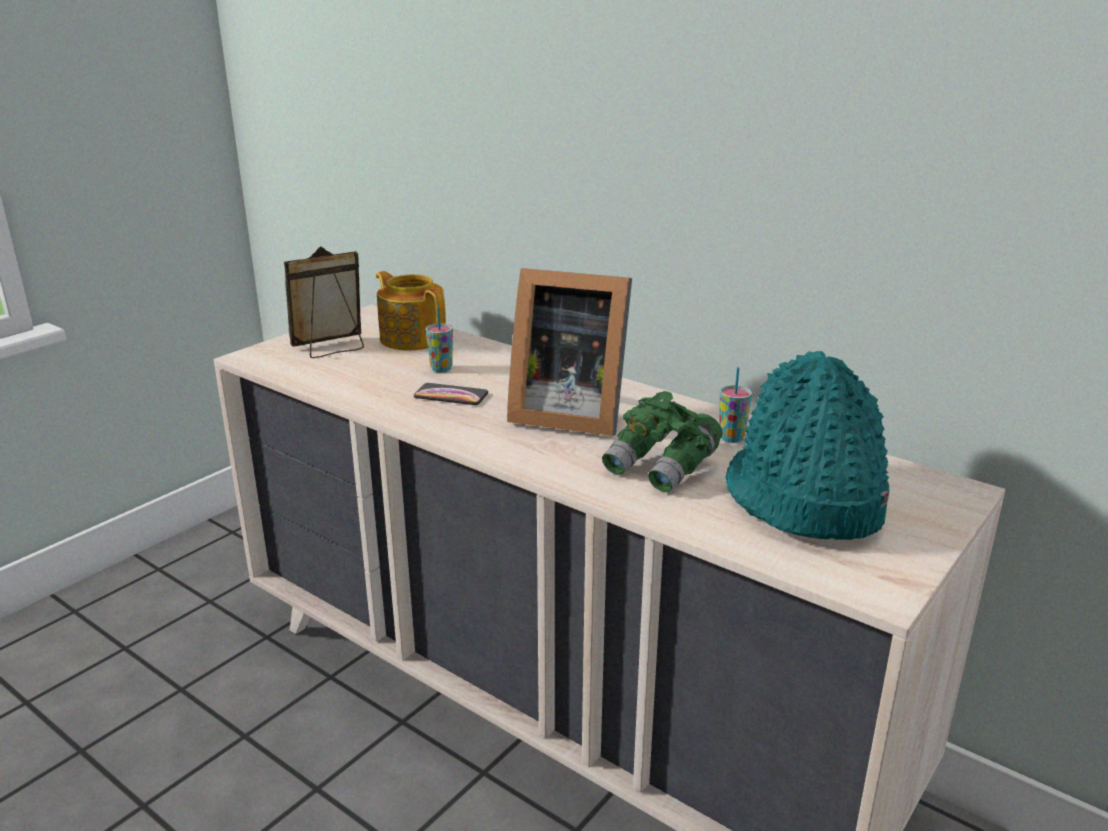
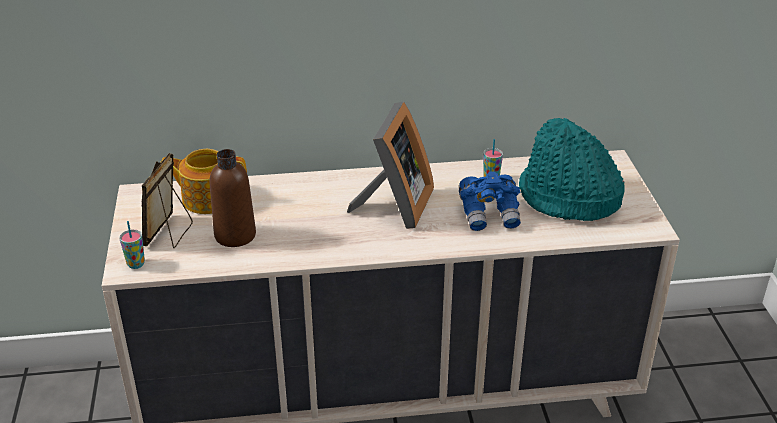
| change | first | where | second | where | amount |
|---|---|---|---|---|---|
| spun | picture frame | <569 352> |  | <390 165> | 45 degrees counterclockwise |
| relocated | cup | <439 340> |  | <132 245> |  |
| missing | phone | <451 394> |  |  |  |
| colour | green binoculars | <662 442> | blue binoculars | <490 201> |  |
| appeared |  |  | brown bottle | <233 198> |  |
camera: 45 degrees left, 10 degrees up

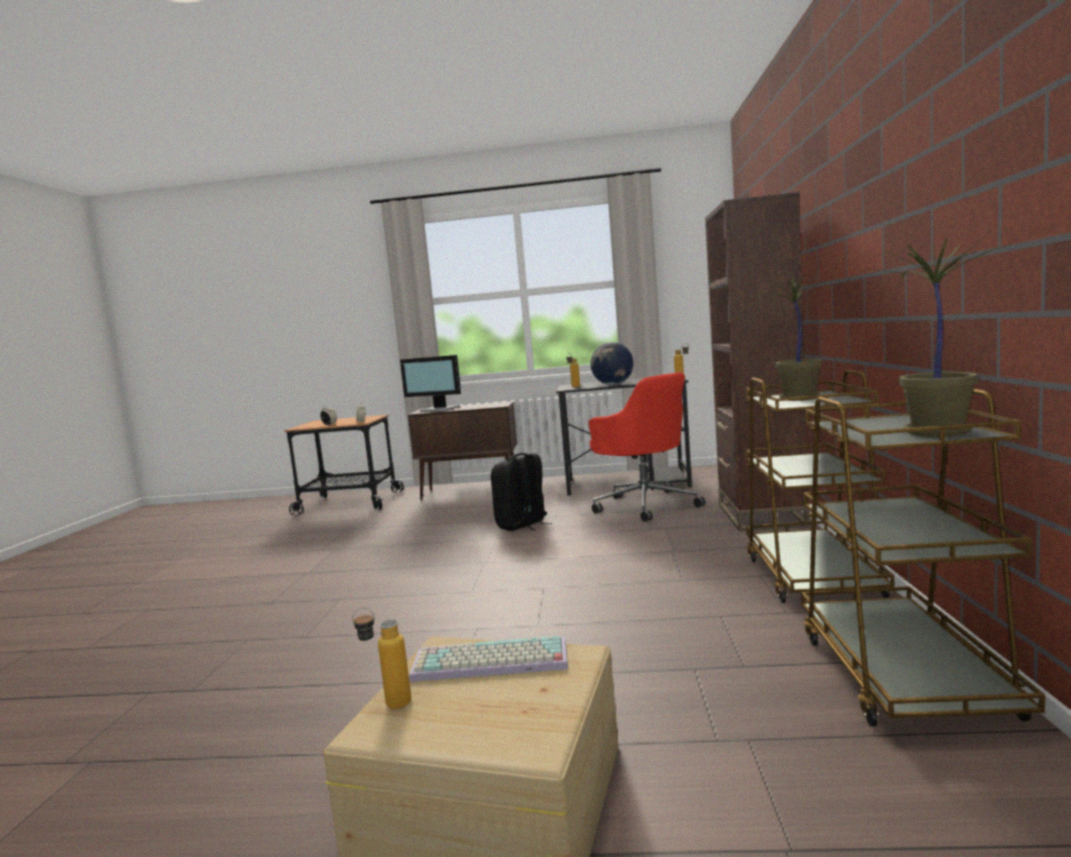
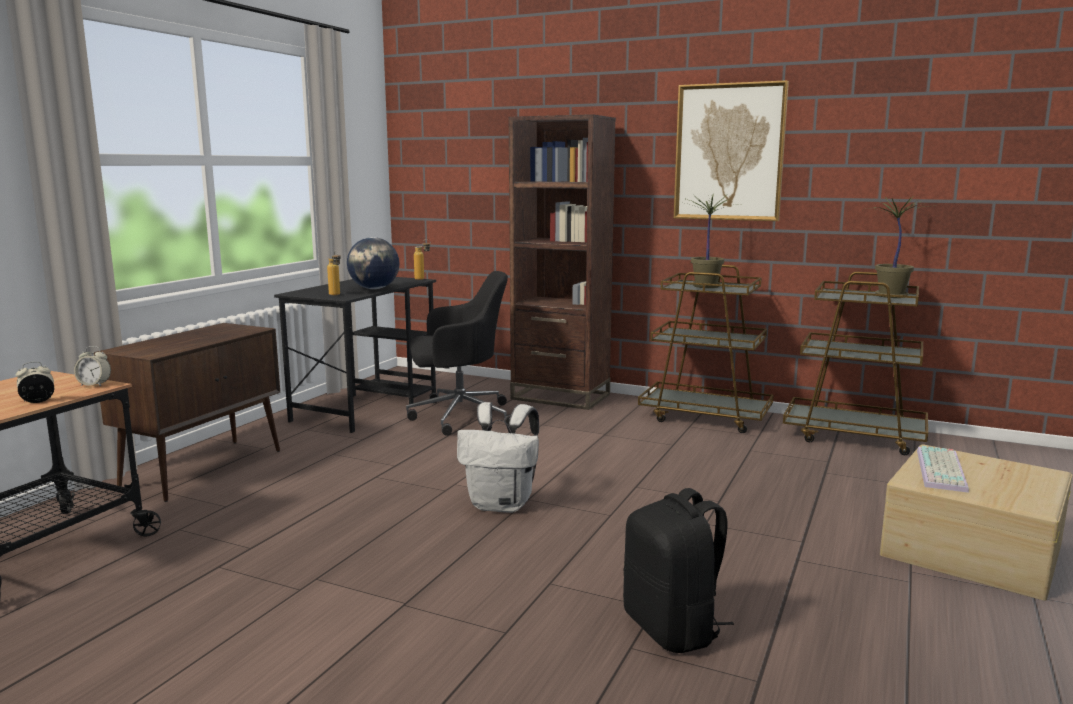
| change | first | where | second | where | amount |
|---|---|---|---|---|---|
| missing | monitor | <430 383> |  |  |  |
| colour | red office chair | <647 447> | black office chair | <458 353> |  |
| relocated | black backpack | <522 492> |  | <678 570> |  |
| missing | bottle | <381 658> |  |  |  |
| appeared |  |  | picture | <731 150> |  |
| appeared |  |  | white backpack | <498 457> |  |
camera: 70 degrees left, 5 degrees up

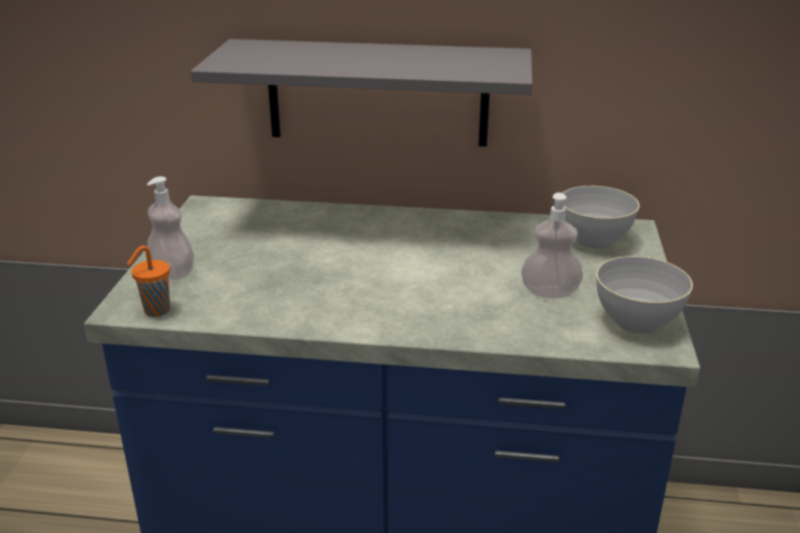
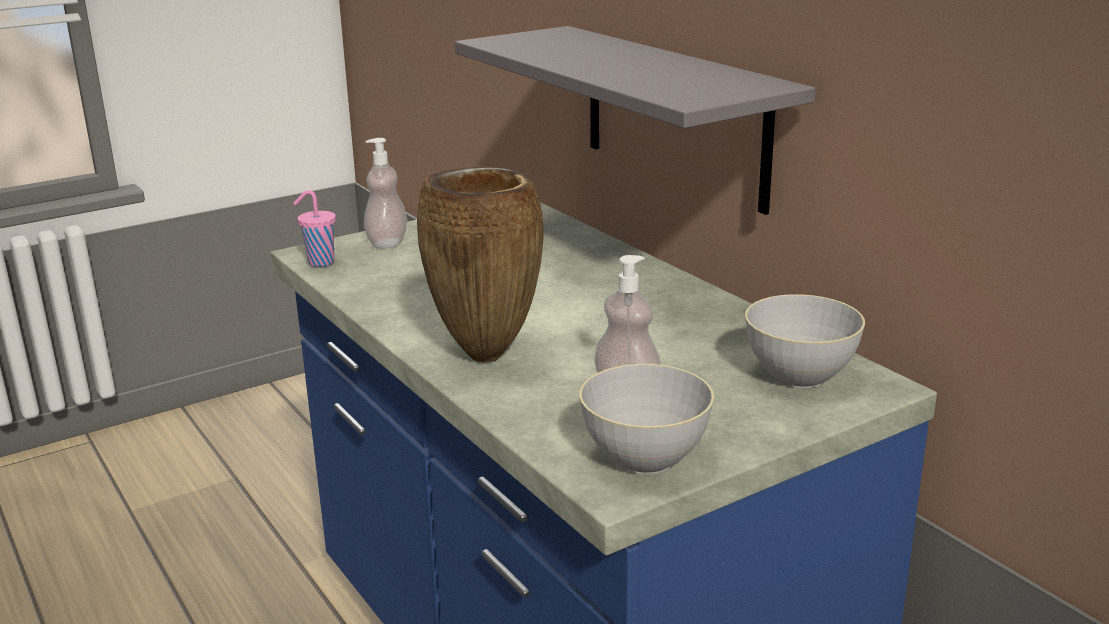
| change | first | where | second | where | amount |
|---|---|---|---|---|---|
| colour | orange cup | <148 281> | pink cup | <314 228> |  |
| appeared |  |  | brown vase | <480 264> |  |
camera: 50 degrees right, 5 degrees down

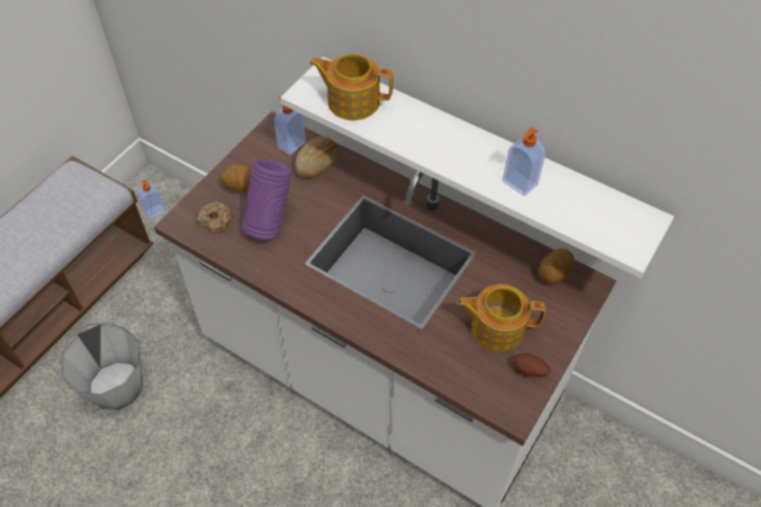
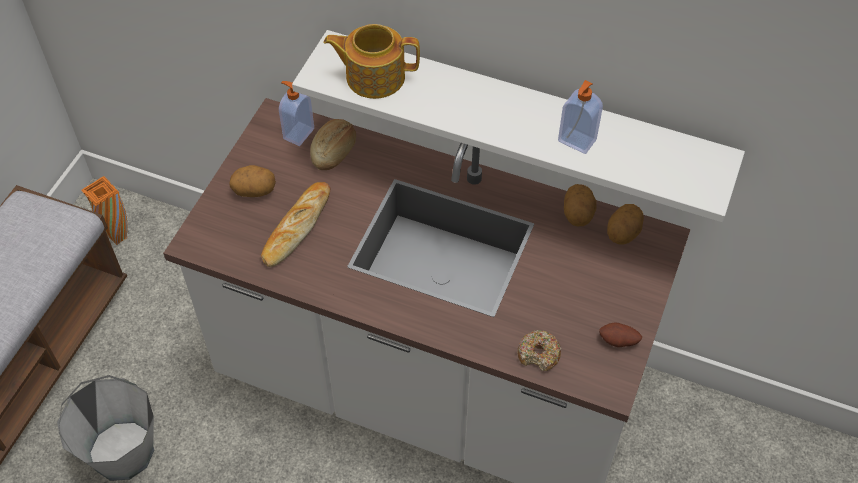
| change | first | where | second | where | amount |
|---|---|---|---|---|---|
| exchanged | purple vase | <267 200> | bread | <295 224> |  |
| exchanged | soap dispenser | <152 199> | orange vase | <104 210> |  |
| relocated | donut | <215 218> |  | <539 350> |  |
| missing | teapot | <501 318> |  |  |  |
| appeared |  |  | potato | <580 205> |  |
camera: 10 degrees left, 0 degrees up

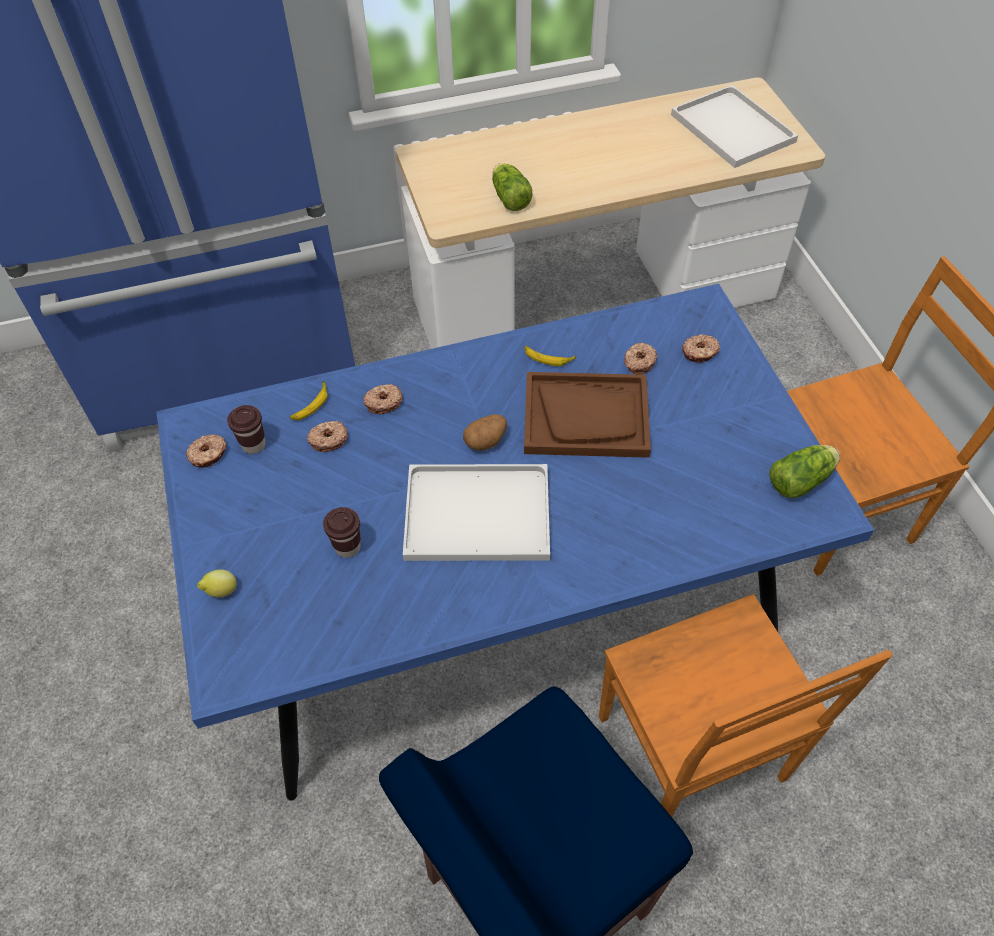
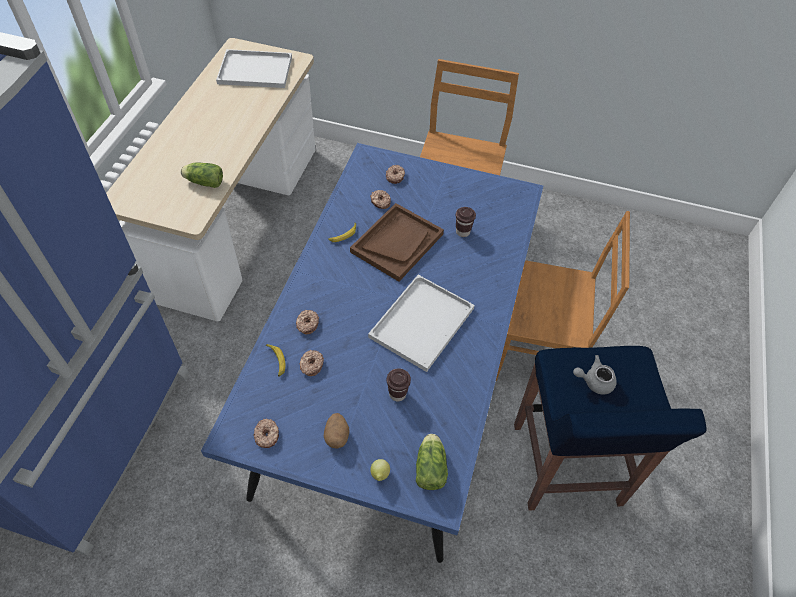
| change | first | where | second | where | amount |
|---|---|---|---|---|---|
| relocated | brown cup | <246 429> |  | <466 222> |  |
| relocated | potato | <485 432> |  | <337 431> |  |
| relocated | lettuce | <804 471> |  | <432 462> |  |
| appeared |  |  | grey teapot | <595 374> |  |
camera: 60 degrees left, 0 degrees up

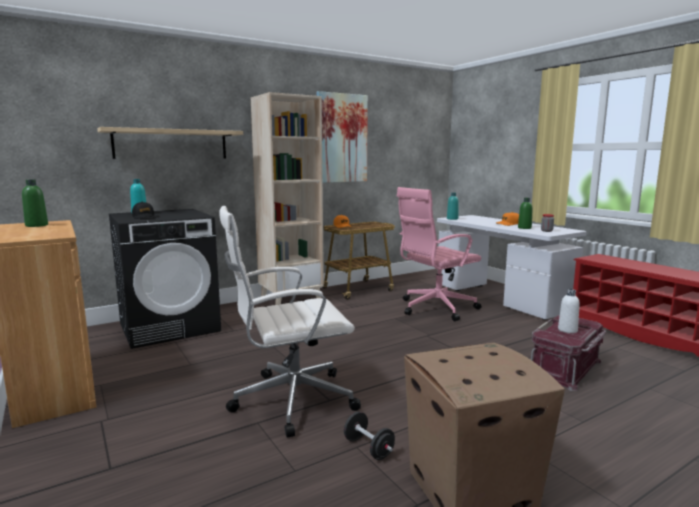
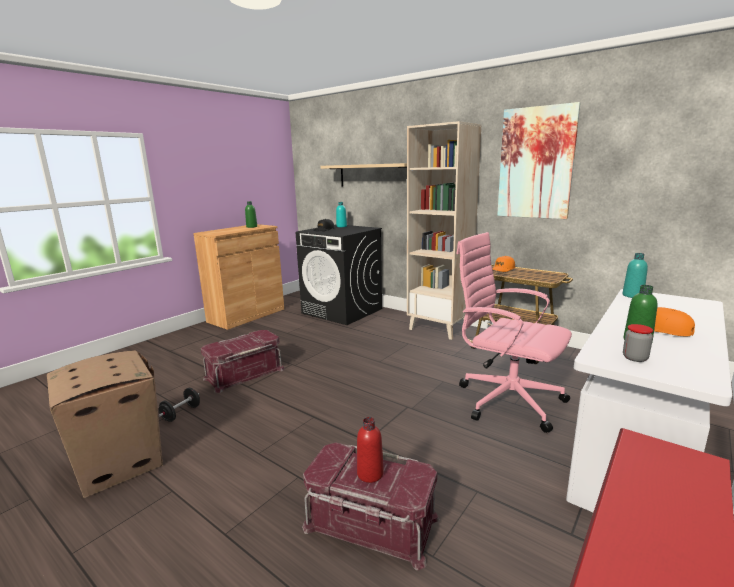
| change | first | where | second | where | amount |
|---|---|---|---|---|---|
| exchanged | white office chair | <290 321> | red storage box | <243 361> |  |
| colour | white bottle | <569 311> | red bottle | <370 450> |  |
camera: 70 degrees right, 5 degrees up

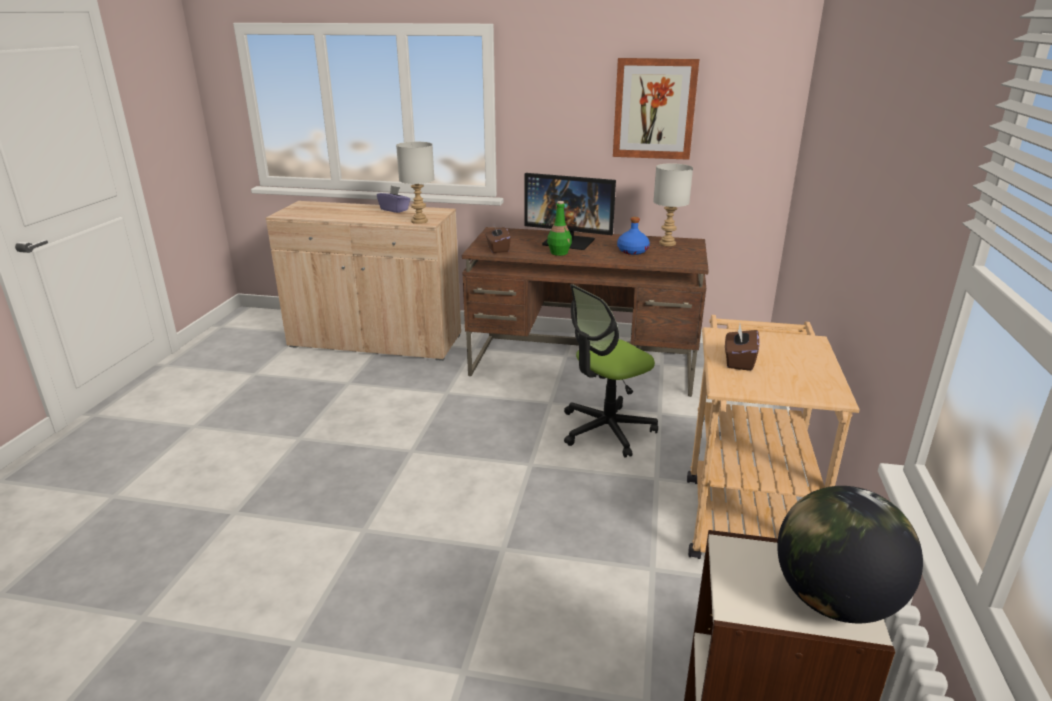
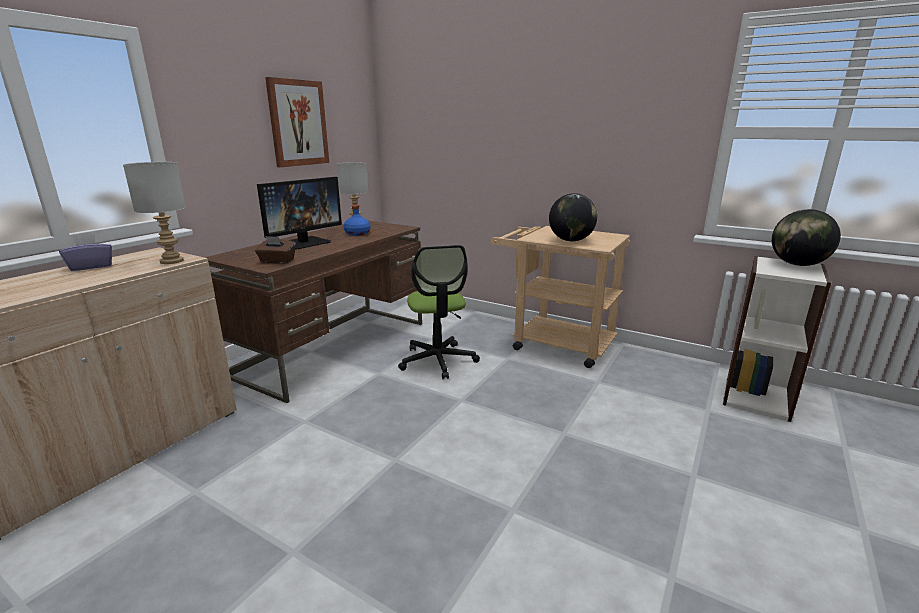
| change | first | where | second | where | amount |
|---|---|---|---|---|---|
| missing | green bottle | <559 228> |  |  |  |
| exchanged | brown tissue box | <742 347> | globe | <573 217> |  |
camera: 70 degrees left, 5 degrees down

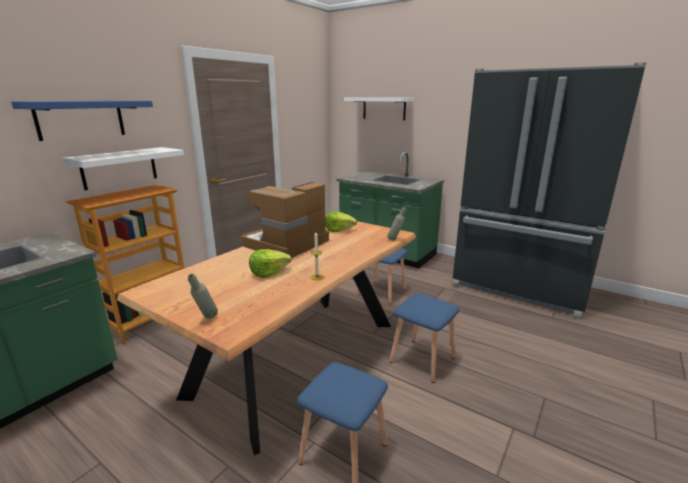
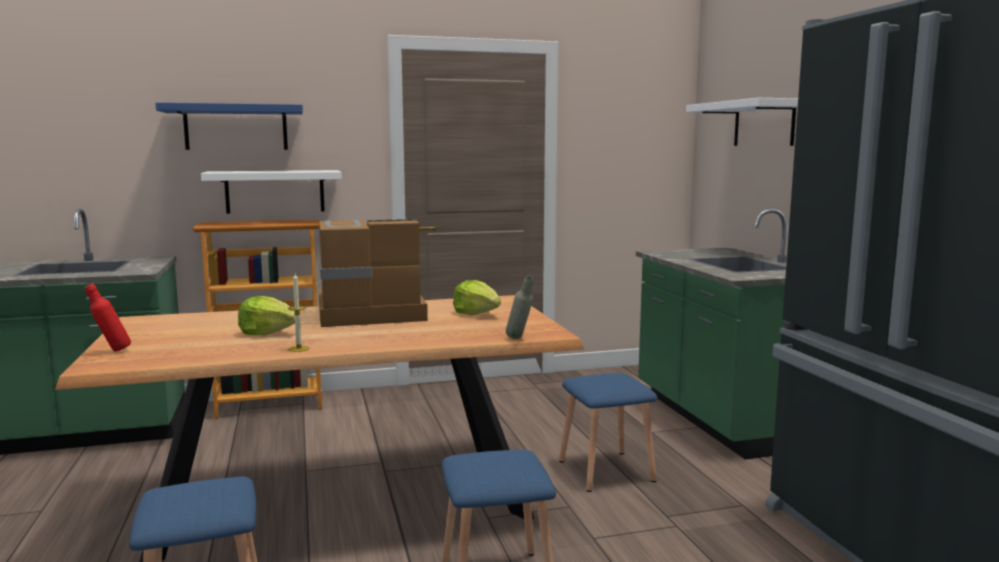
| change | first | where | second | where | amount |
|---|---|---|---|---|---|
| colour | grey bottle | <203 296> | red bottle | <108 317> |  |
camera: 40 degrees right, 10 degrees down

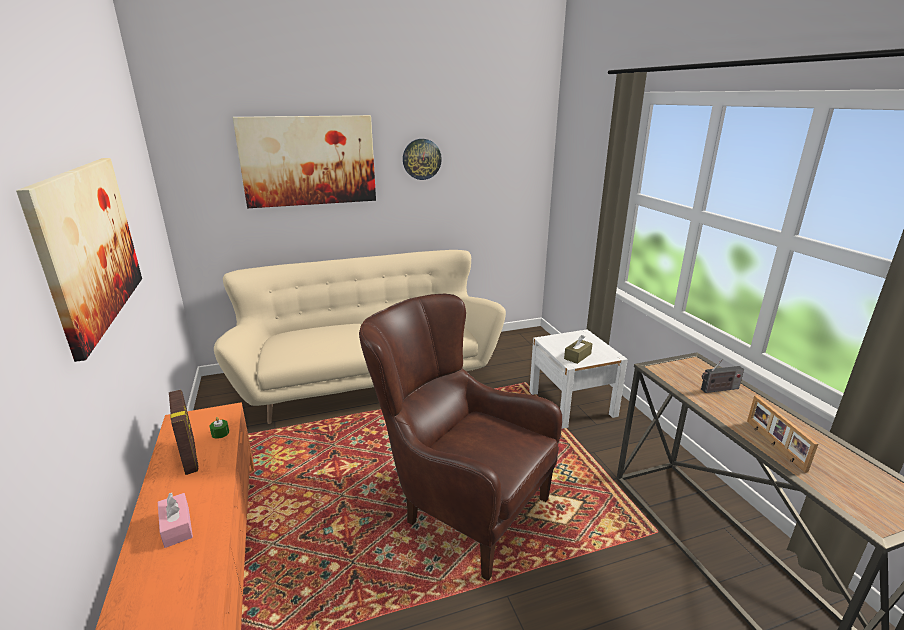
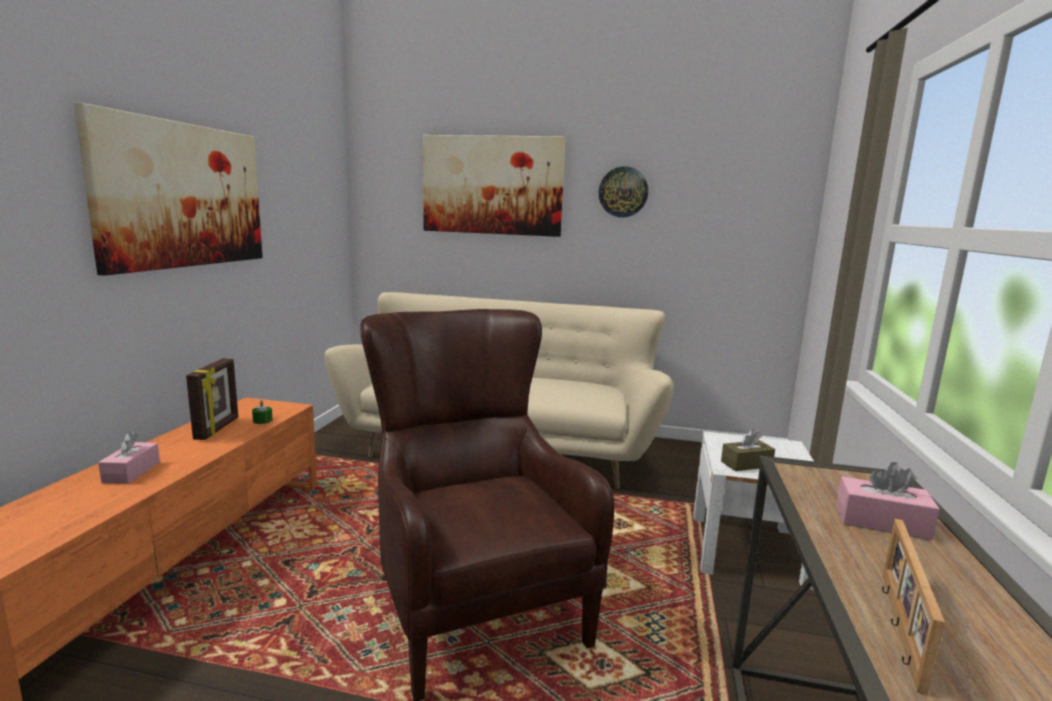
| change | first | where | second | where | amount |
|---|---|---|---|---|---|
| exchanged | radio | <722 376> | pink tissue box | <888 501> |  |
camera: 30 degrees right, 10 degrees down

